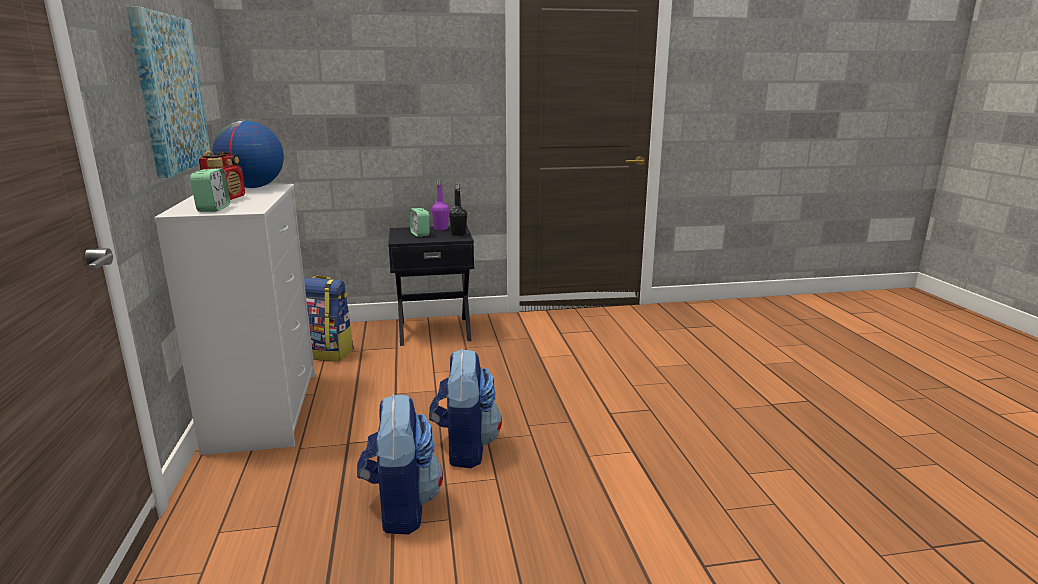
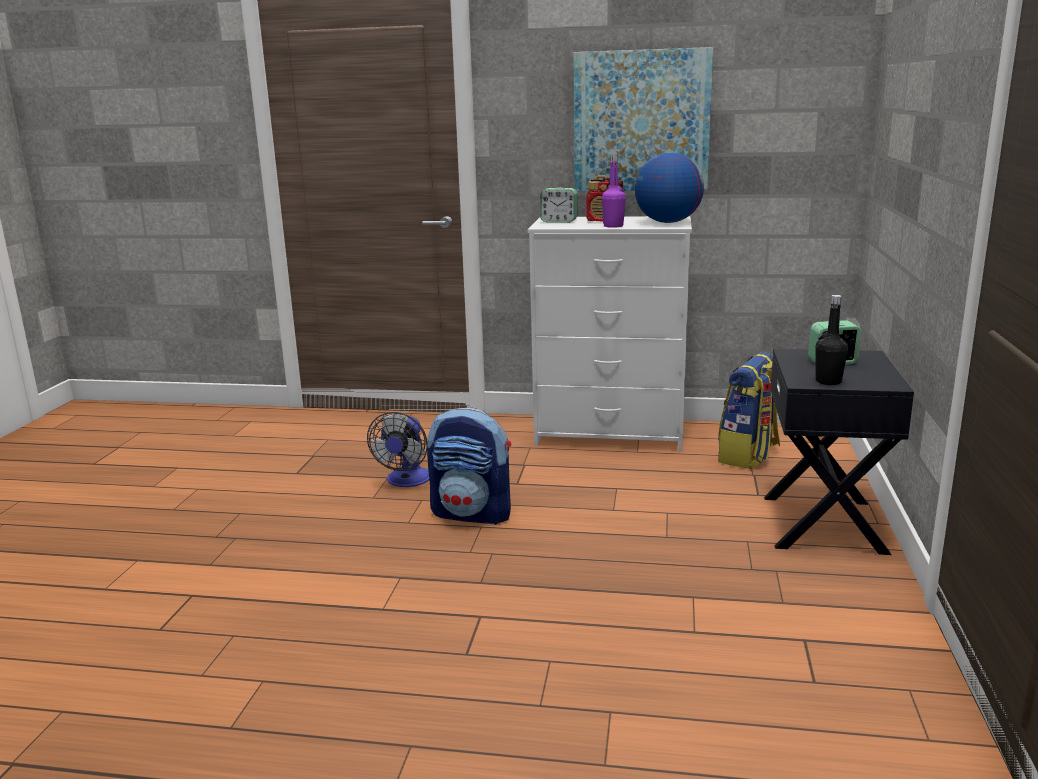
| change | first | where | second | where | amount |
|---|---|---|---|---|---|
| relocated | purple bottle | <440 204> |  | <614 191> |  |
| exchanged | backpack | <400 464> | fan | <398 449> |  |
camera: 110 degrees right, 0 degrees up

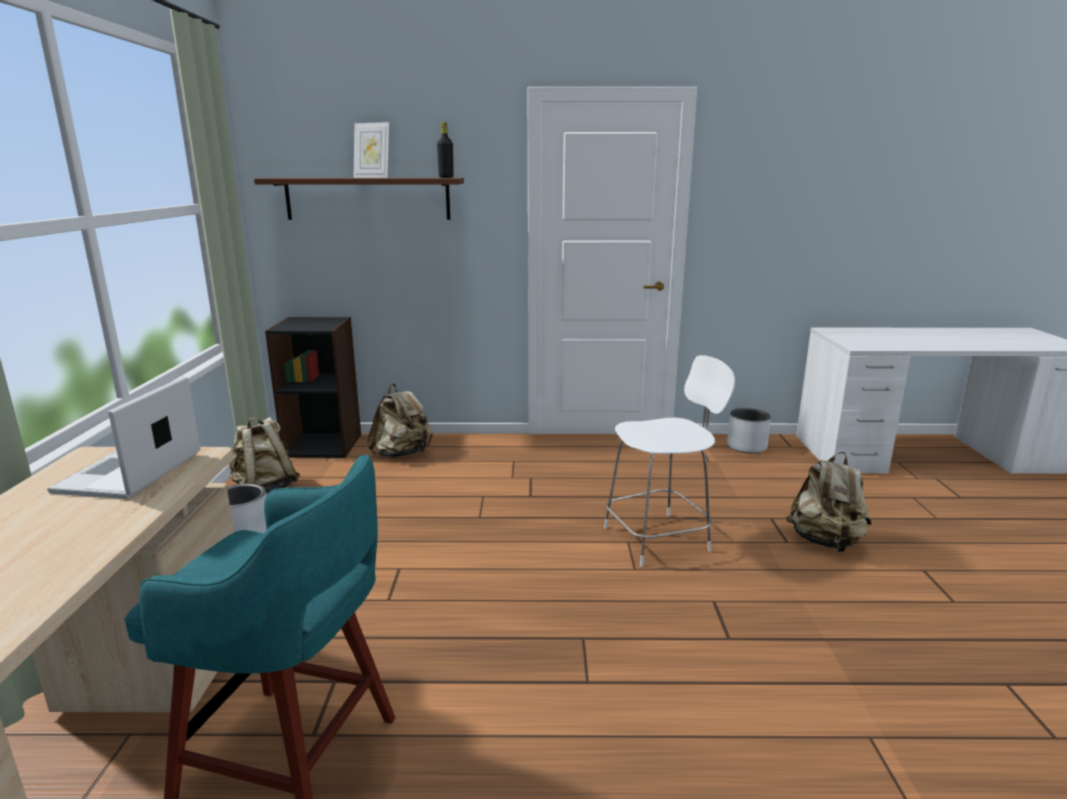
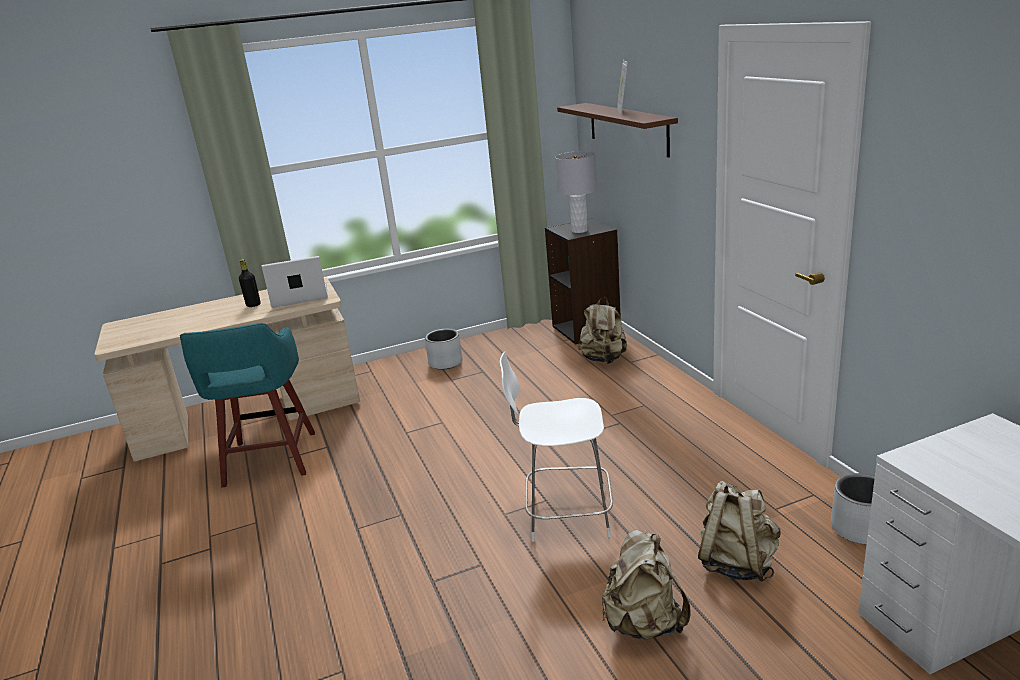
| change | first | where | second | where | amount |
|---|---|---|---|---|---|
| relocated | black bottle | <445 150> |  | <249 283> |  |
| spun | white chair | <669 461> |  | <556 447> | 135 degrees clockwise |
| relocated | beige backpack | <264 455> |  | <739 531> |  |
| appeared |  |  | grey table lamp | <576 192> |  |
camera: 70 degrees right, 5 degrees up

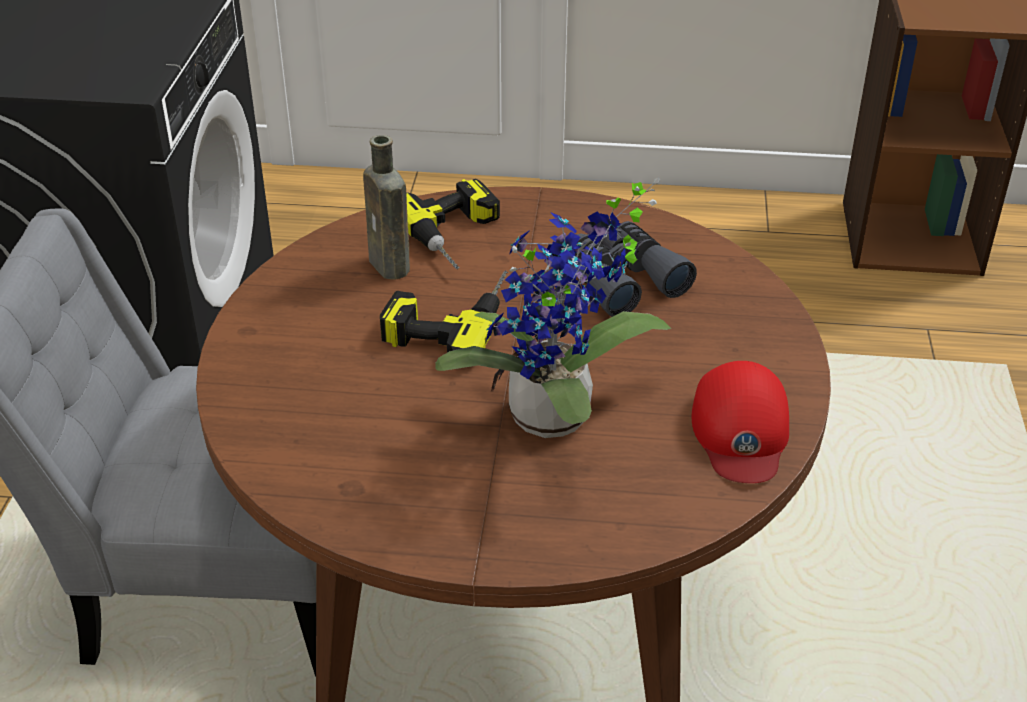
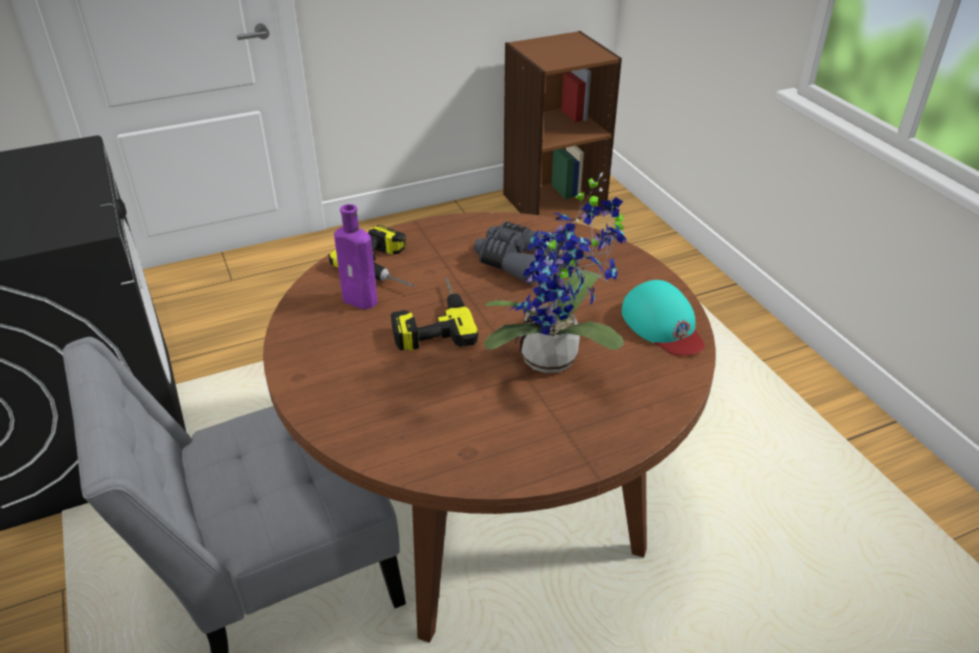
| change | first | where | second | where | amount |
|---|---|---|---|---|---|
| colour | brown bottle | <386 207> | purple bottle | <355 256> |  |
| colour | red cap | <740 422> | turquoise cap | <663 318> |  |
camera: 30 degrees left, 0 degrees up

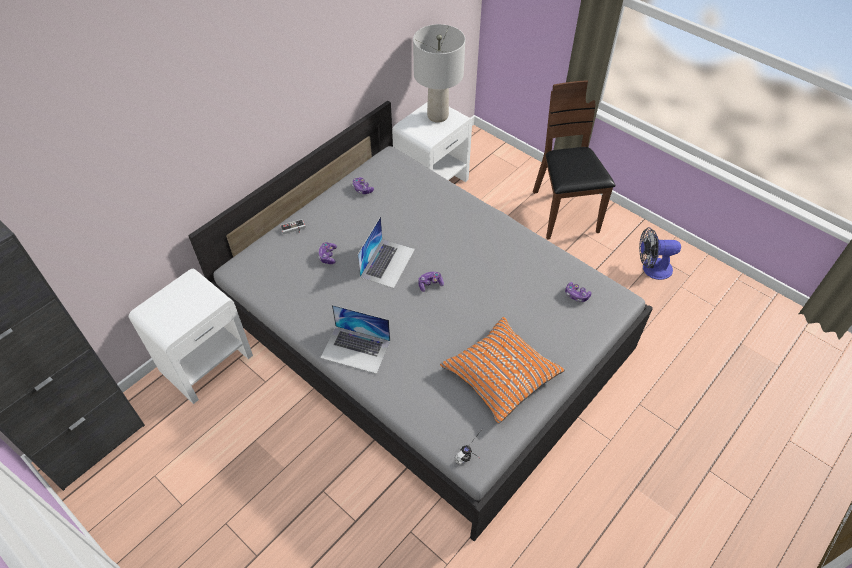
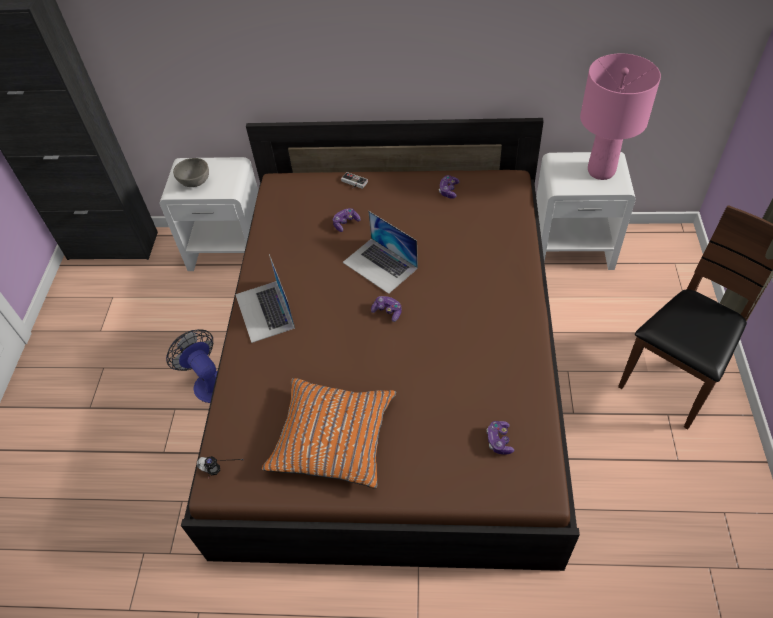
| change | first | where | second | where | amount |
|---|---|---|---|---|---|
| colour | grey table lamp | <439 73> | pink table lamp | <620 116> |  |
| colour | grey bed | <420 321> | brown bed | <380 344> |  |
| spun | laptop | <386 252> |  | <380 252> | 60 degrees clockwise |
| relocated | fan | <660 253> |  | <191 366> |  |
| appeared |  |  | grey bowl | <191 172> |  |
camera: 55 degrees right, 0 degrees up

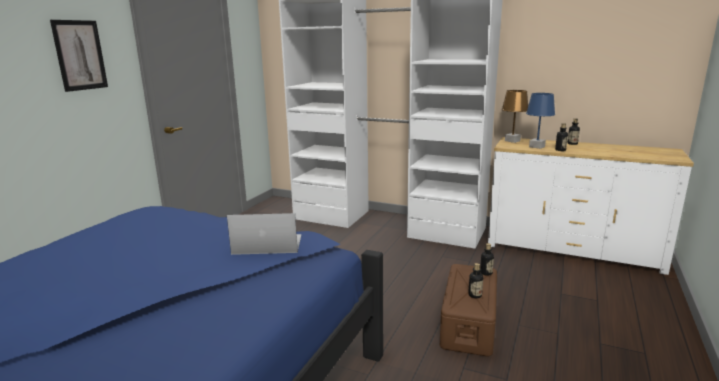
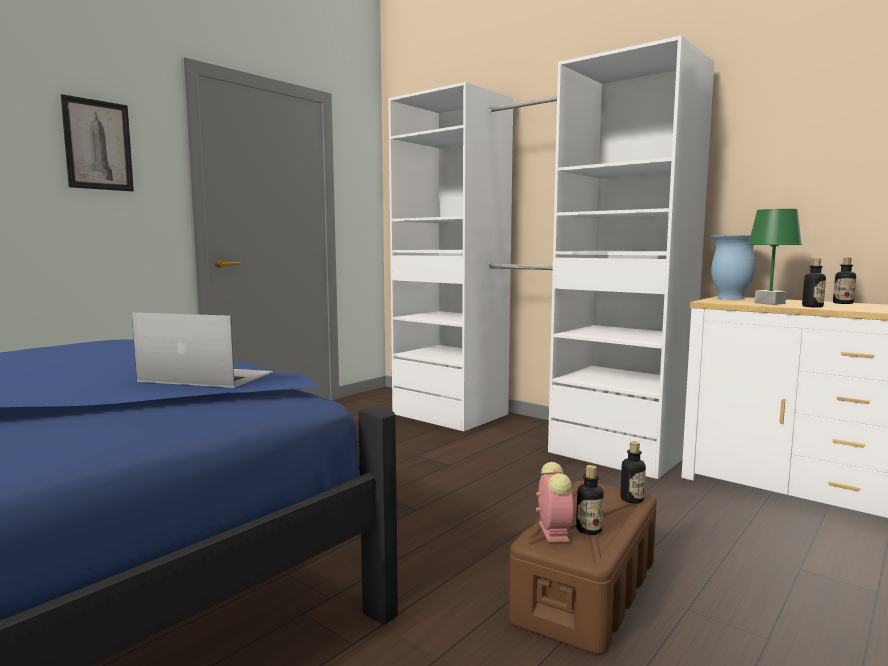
| change | first | where | second | where | amount |
|---|---|---|---|---|---|
| exchanged | brown table lamp | <515 116> | vase | <732 267> |  |
| colour | blue table lamp | <540 121> | green table lamp | <775 257> |  |
| appeared |  |  | alarm clock | <554 502> |  |
camera: 15 degrees right, 10 degrees down

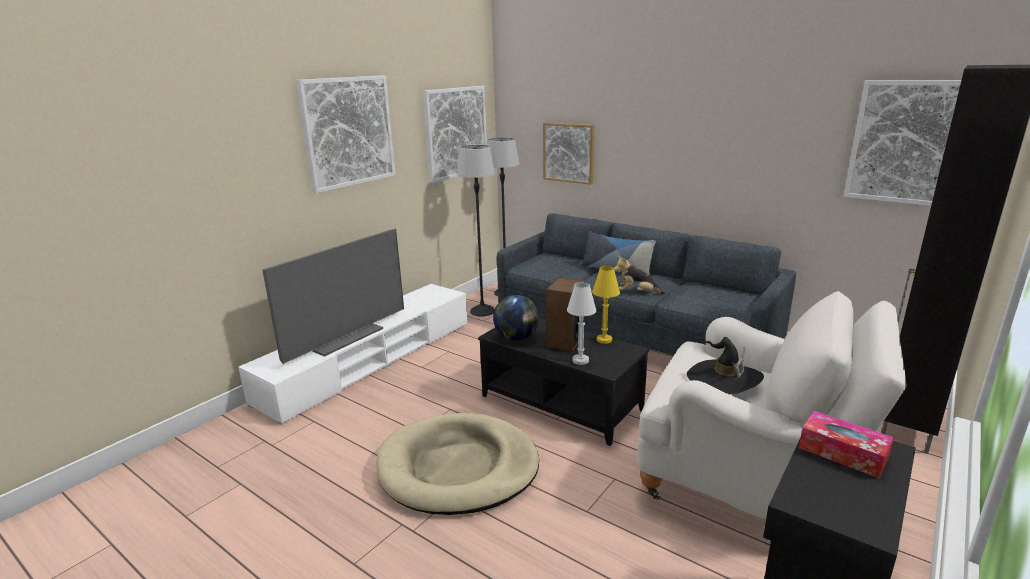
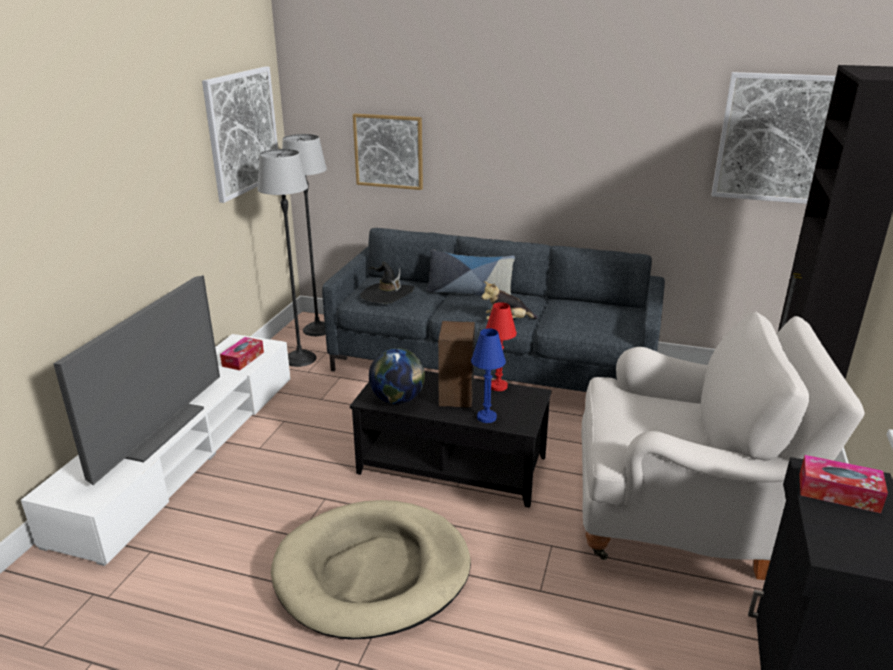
| change | first | where | second | where | amount |
|---|---|---|---|---|---|
| missing | picture | <346 134> |  |  |  |
| colour | yellow table lamp | <606 305> | red table lamp | <501 346> |  |
| colour | white table lamp | <581 323> | blue table lamp | <488 375> |  |
| relocated | black hat | <725 366> |  | <387 283> |  |
| appeared |  |  | tissue box | <242 353> |  |
camera: 20 degrees left, 5 degrees up

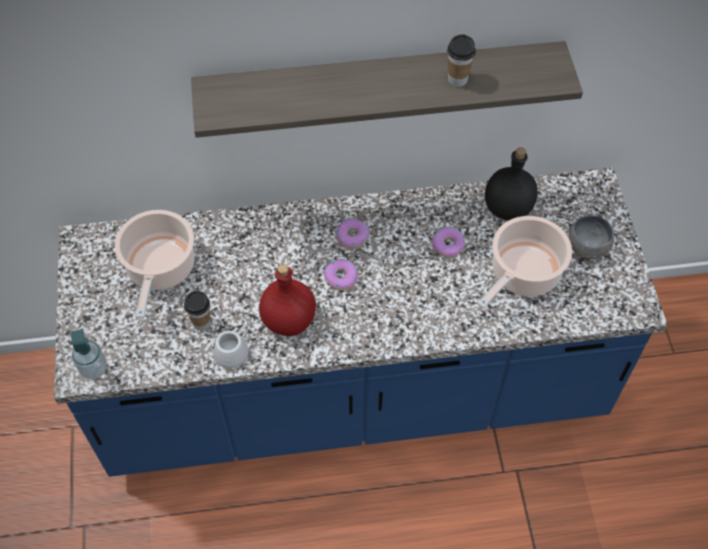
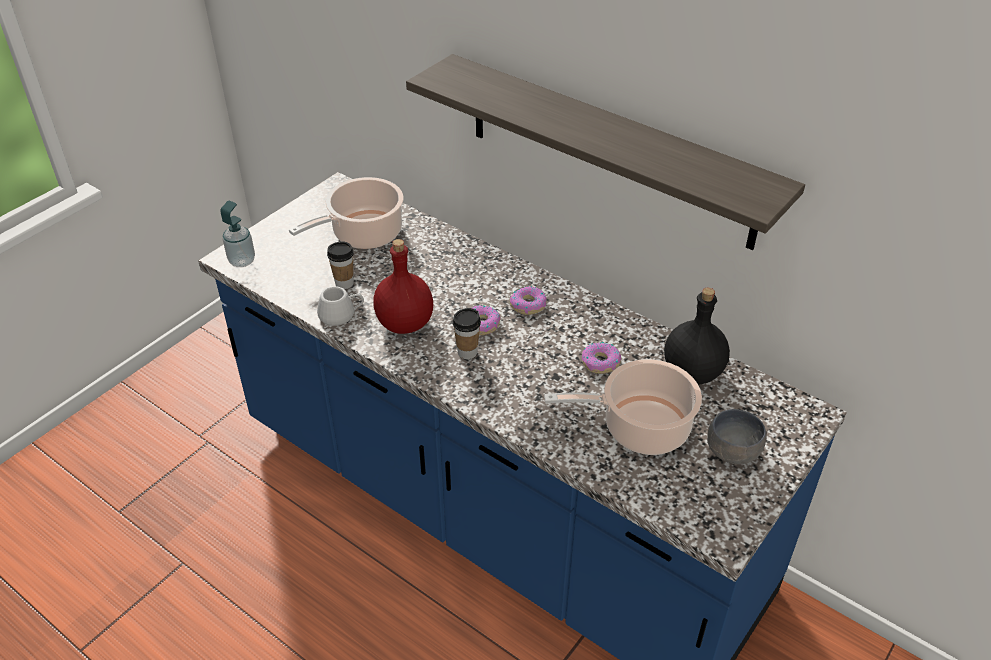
| change | first | where | second | where | amount |
|---|---|---|---|---|---|
| relocated | cup | <461 60> |  | <467 333> |  |
camera: 45 degrees right, 15 degrees down

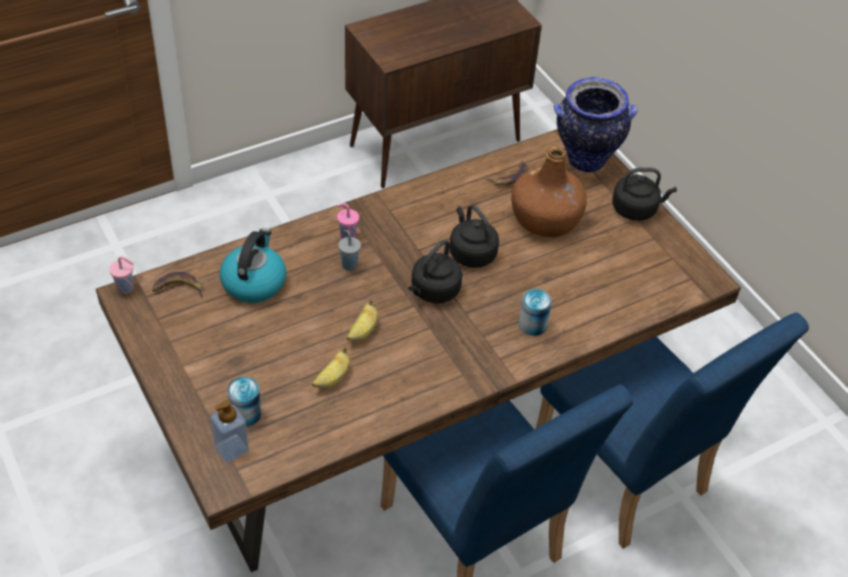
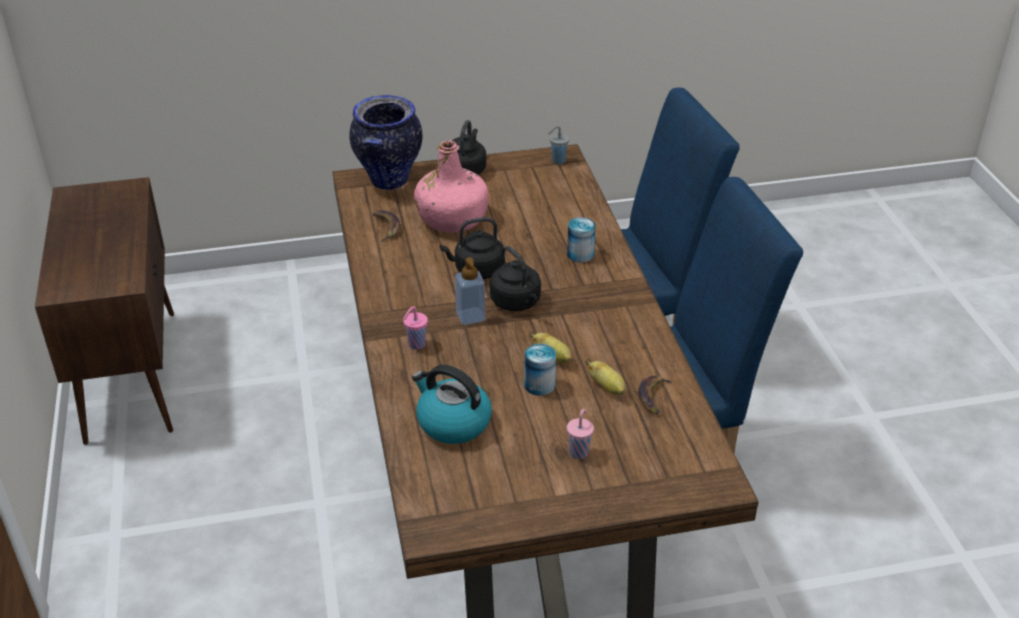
| change | first | where | second | where | amount |
|---|---|---|---|---|---|
| colour | brown bottle | <549 192> | pink bottle | <451 187> |  |
| relocated | grey cup | <349 250> |  | <558 145> |  |
| relocated | pink cup | <121 275> |  | <580 434> |  |
| relocated | banana | <177 285> |  | <656 394> |  |
| relocated | can | <244 402> |  | <540 370> |  |
| relocated | soap dispenser | <229 431> |  | <470 291> |  |
camera: 70 degrees left, 10 degrees down

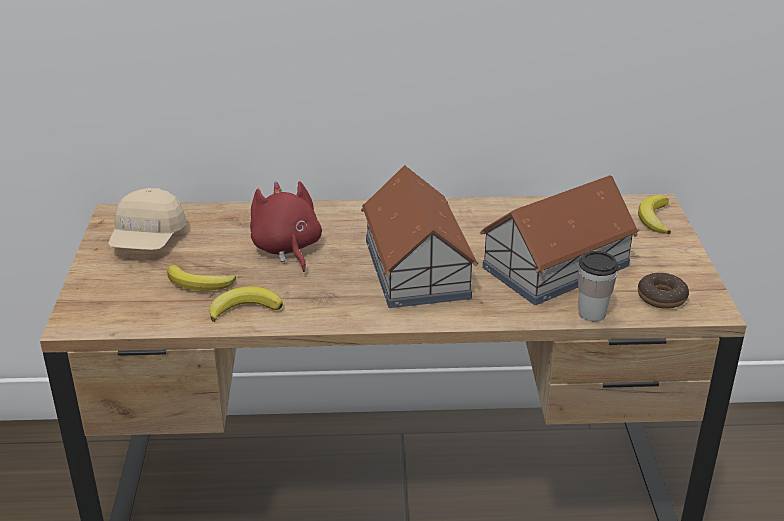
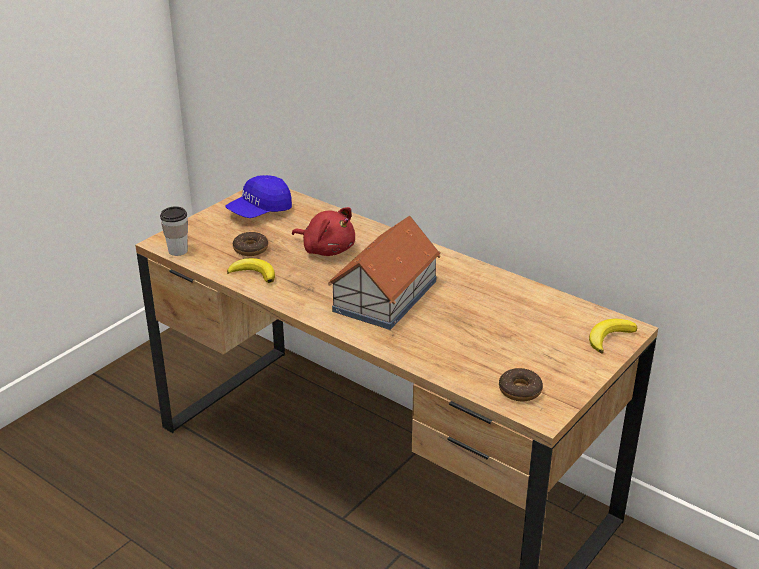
| change | first | where | second | where | amount |
|---|---|---|---|---|---|
| missing | toy house | <560 240> |  |  |  |
| spun | red plush toy | <286 226> |  | <323 231> | 105 degrees clockwise |
| colour | beige cap | <147 219> | blue cap | <258 196> |  |
| relocated | cup | <598 286> |  | <174 231> |  |
| exchanged | banana | <201 278> | donut | <250 244> |  |
camera: 40 degrees right, 0 degrees up

